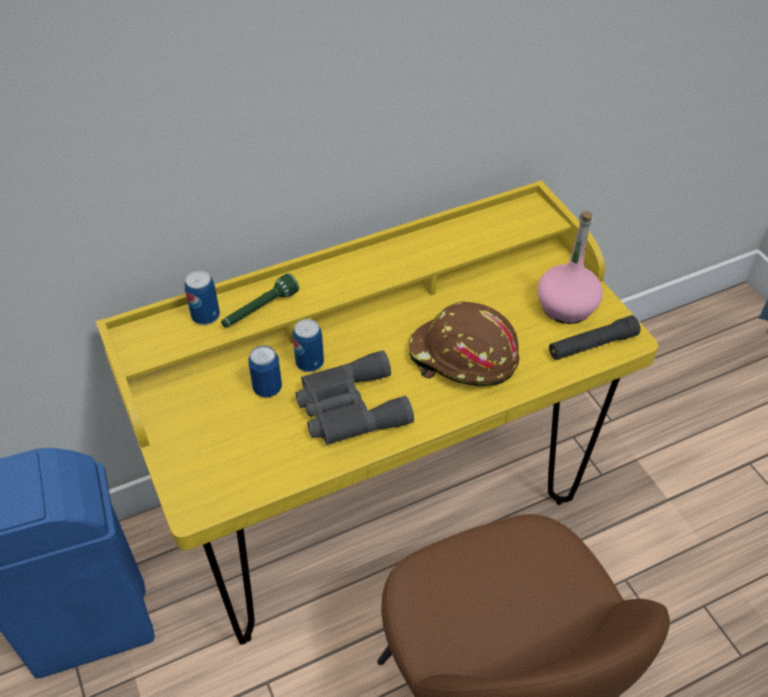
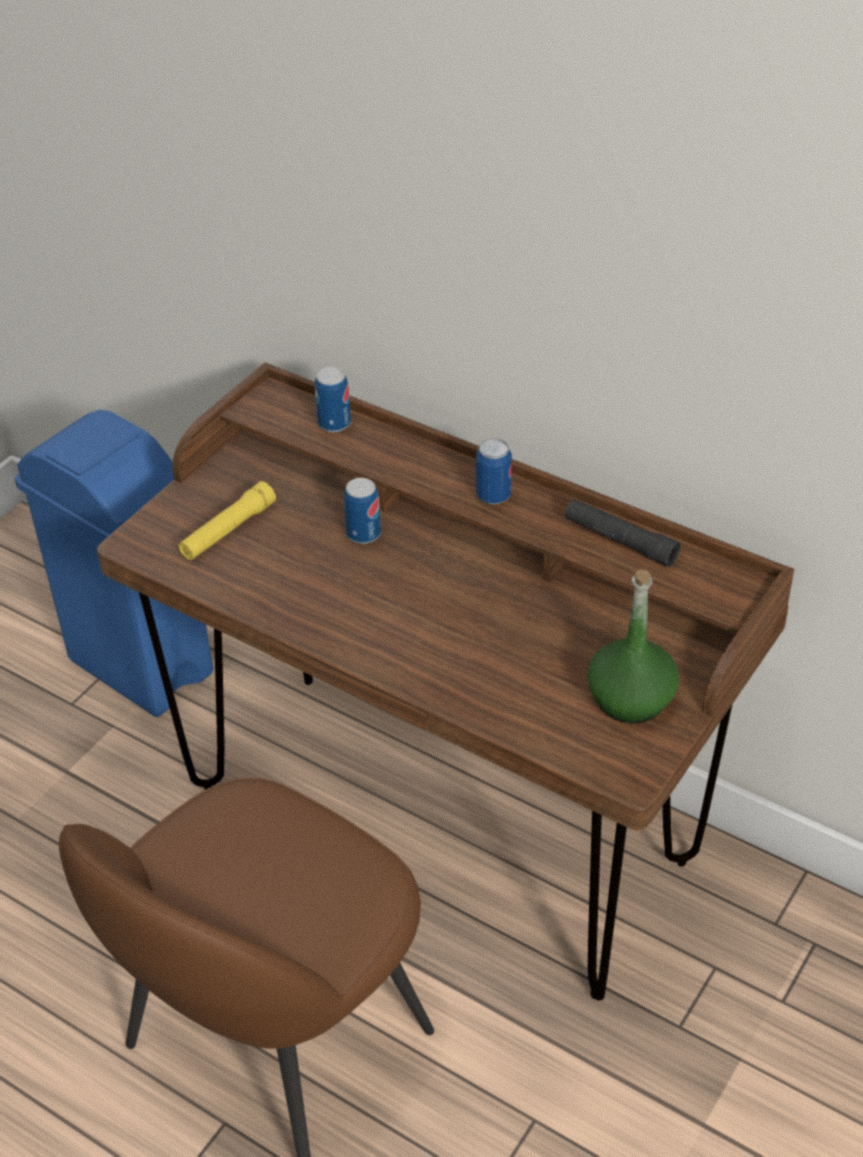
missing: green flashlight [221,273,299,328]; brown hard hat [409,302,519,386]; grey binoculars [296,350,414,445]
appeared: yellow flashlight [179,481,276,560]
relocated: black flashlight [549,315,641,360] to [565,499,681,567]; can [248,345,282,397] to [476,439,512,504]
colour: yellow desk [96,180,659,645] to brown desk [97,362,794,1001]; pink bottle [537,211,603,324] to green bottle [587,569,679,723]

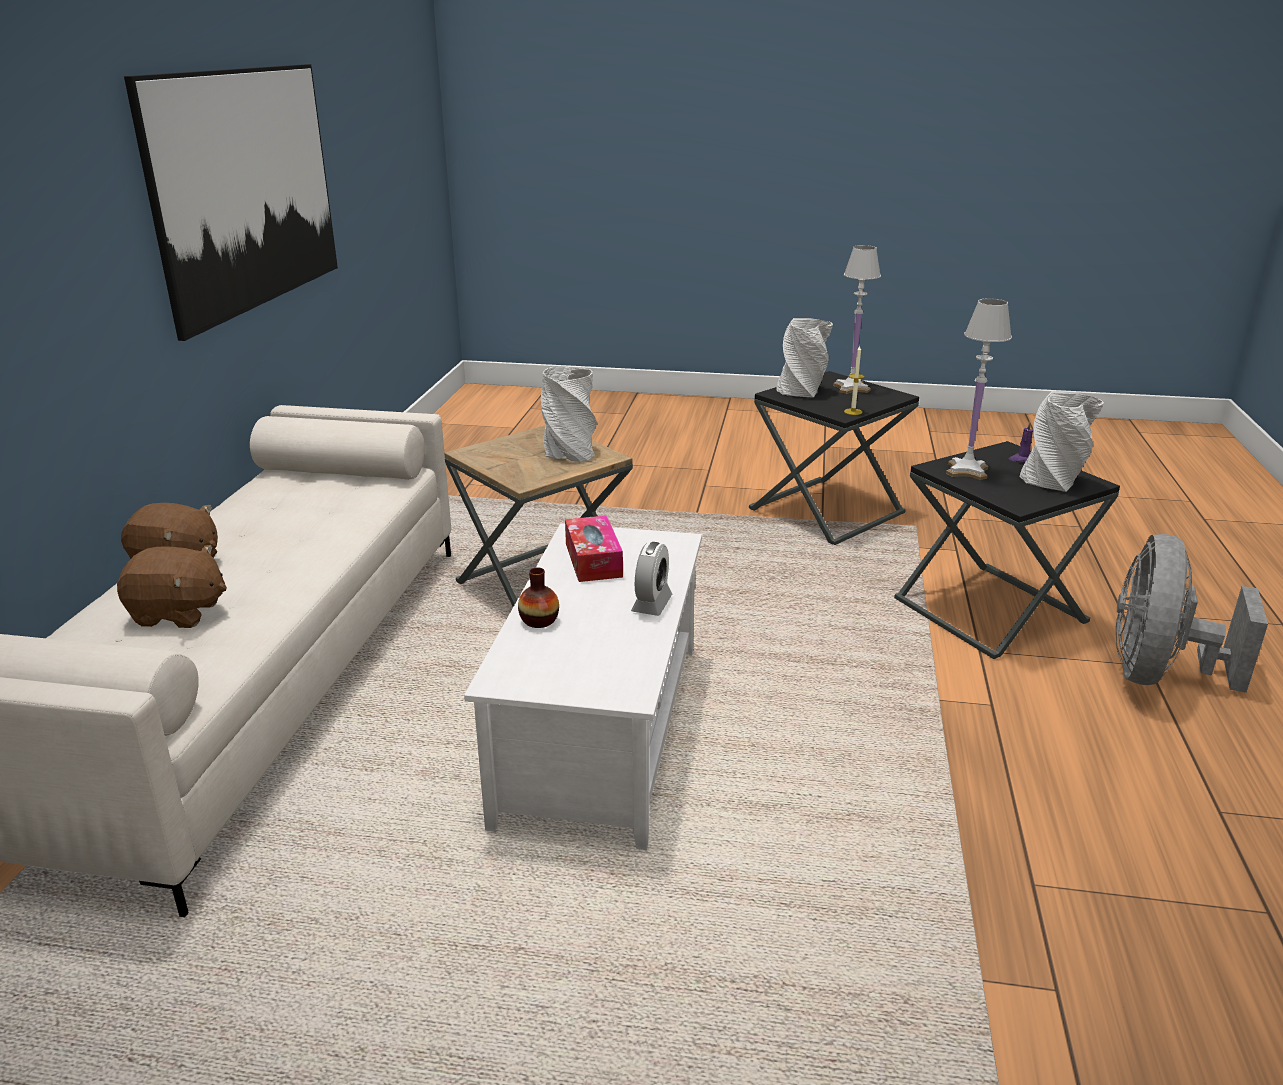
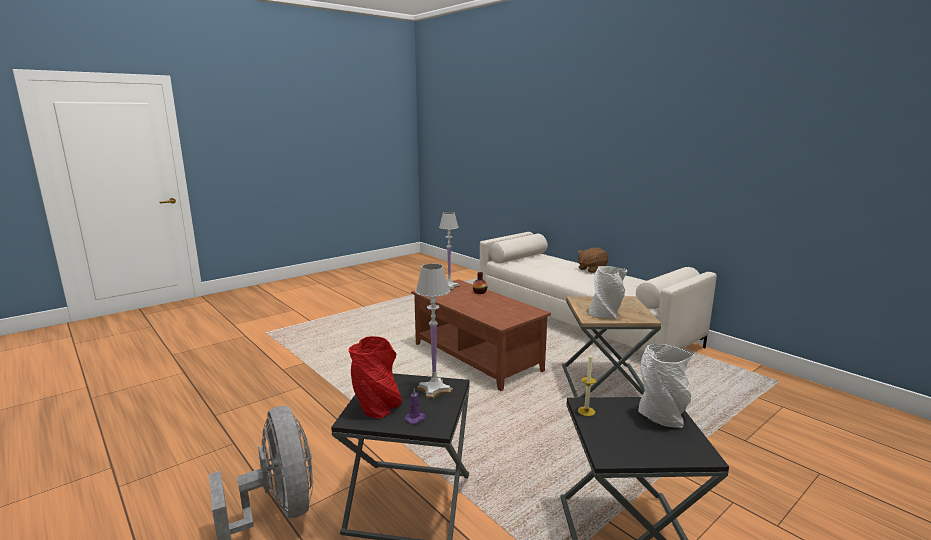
missing: picture [124,64,338,341]; tissue box [565,515,623,582]; alarm clock [631,542,672,616]; brown plush toy [117,545,227,628]
relocated: white table lamp [833,245,881,394] to [439,212,460,290]
colour: grey vase [1020,390,1104,492] to red vase [349,336,402,419]; white coffee table [464,524,702,850] to brown coffee table [411,279,551,391]

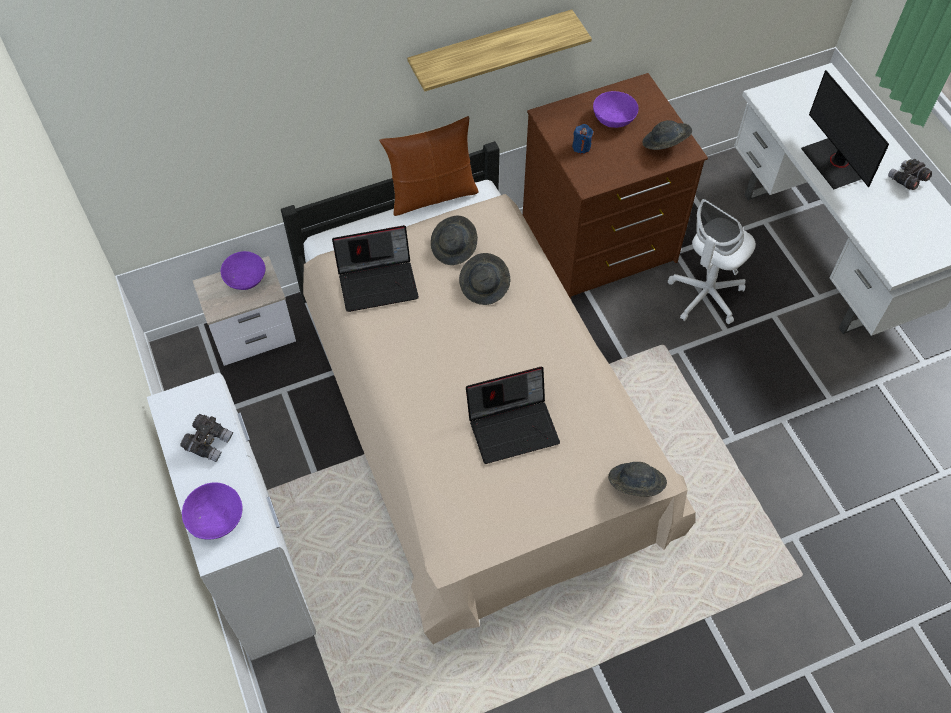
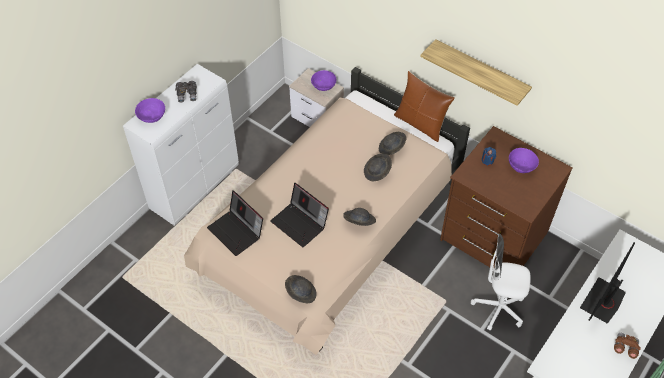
relocated: grey hat [643,120,692,150] to [343,208,376,226]; laptop [332,225,419,312] to [207,190,263,256]
colour: grey binoculars [888,159,932,190] to brown binoculars [614,333,641,359]

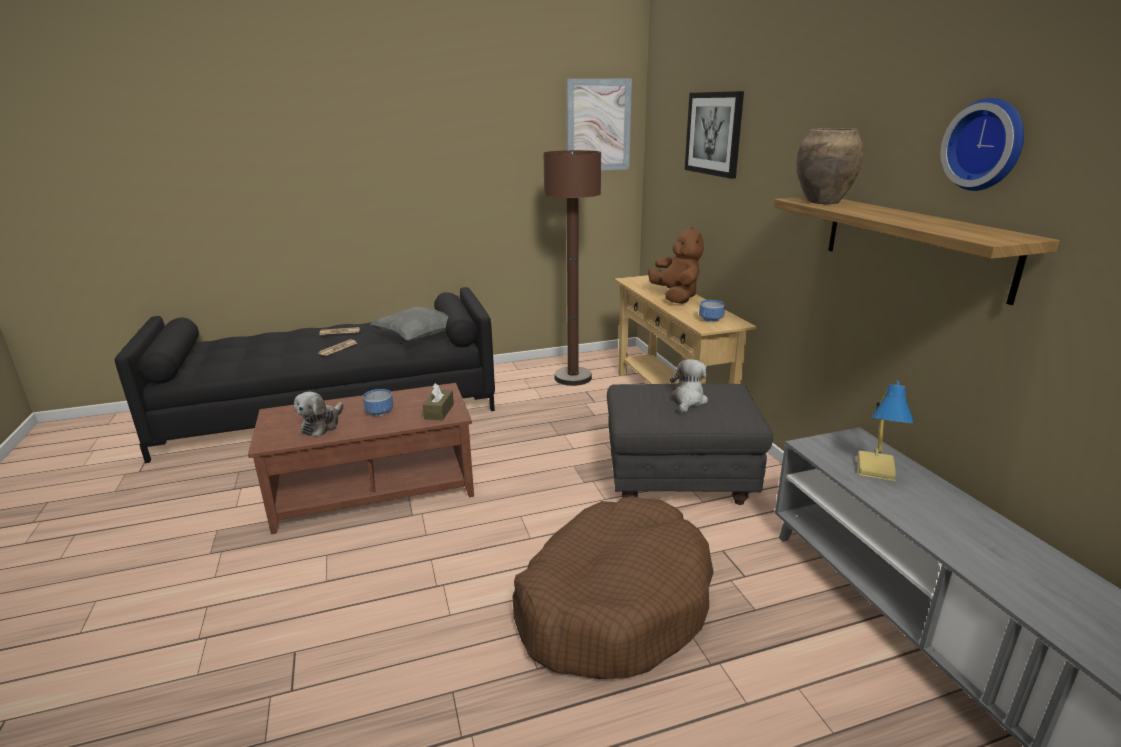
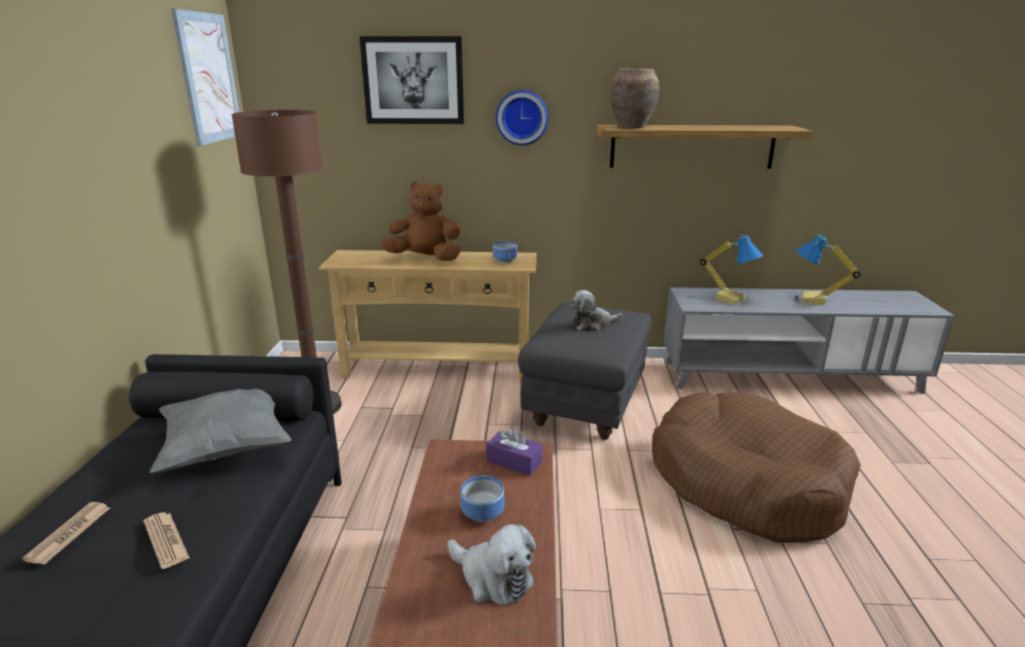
appeared: table lamp [796,234,861,306]
relocated: wall clock [941,98,1024,191] to [496,90,549,145]
colour: brown tissue box [423,383,454,420] to purple tissue box [486,427,542,476]
spun: plush toy [670,359,708,413] = [571,290,623,331] 60 degrees counterclockwise

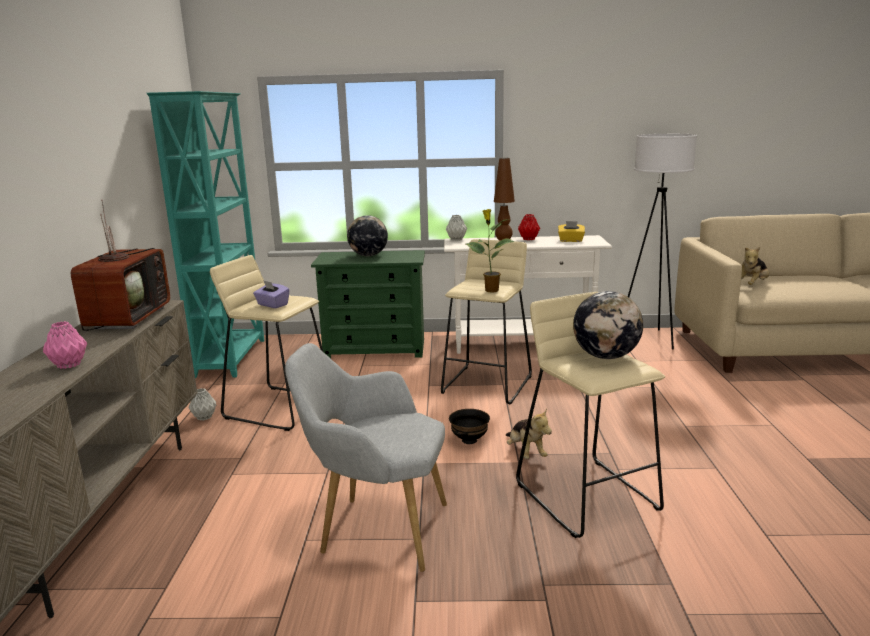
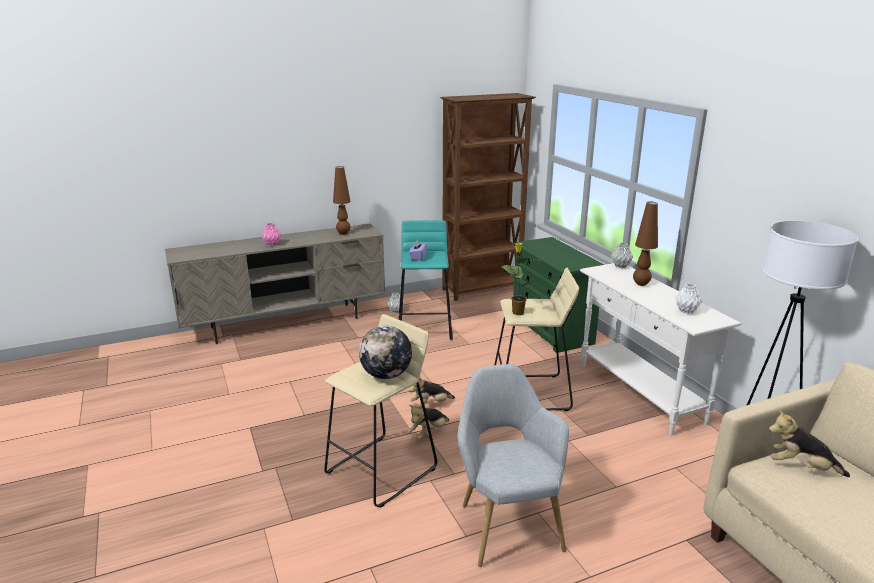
missing: red vase [518,214,540,240]; globe [347,215,388,256]
relocated: grey armchair [285,343,447,572] to [457,364,569,567]
exchanged: television [71,199,170,331] to brown table lamp [333,166,351,235]; yellow tissue box [558,221,585,242] to white vase [675,284,702,314]; black bowl [449,409,490,444] to plush toy [409,377,455,406]
colour: turquoise bookcase [147,91,265,378] to brown bookcase [440,93,536,301]; beige stool [210,255,323,431] to turquoise stool [398,220,453,340]

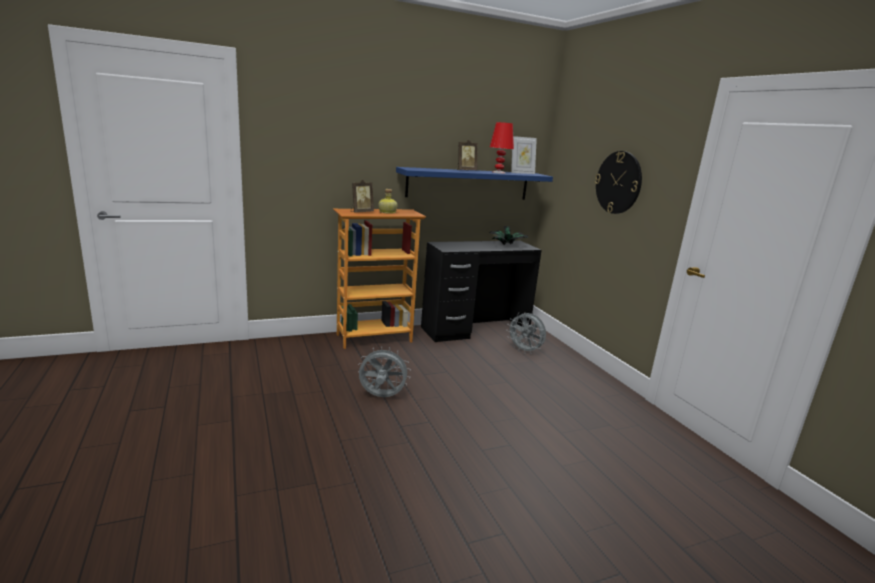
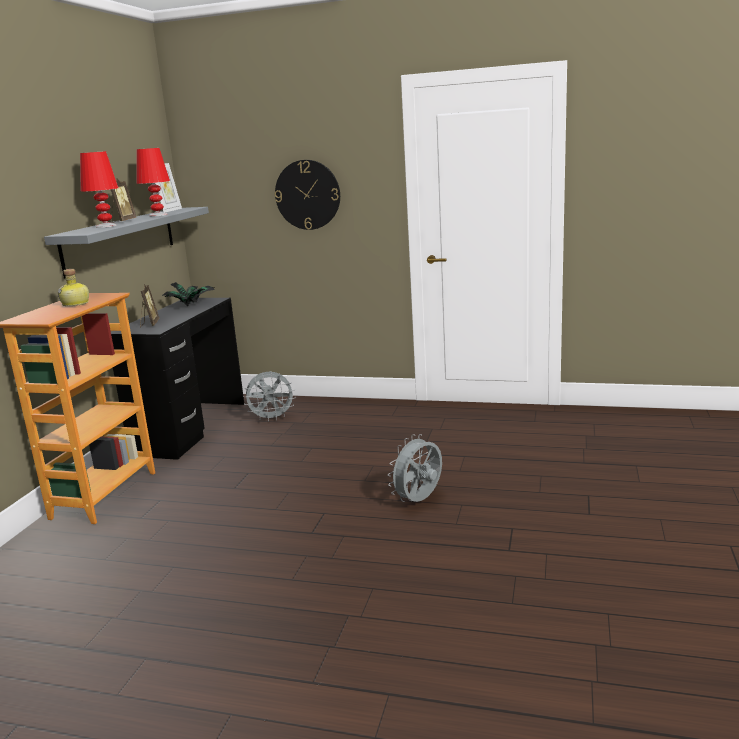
appeared: red table lamp [80,151,119,228]
relocated: picture frame [351,179,374,213] to [140,284,159,327]; grey fan [358,346,411,397] to [388,434,442,502]
colour: blue shelf [396,167,553,200] to grey shelf [44,207,209,279]

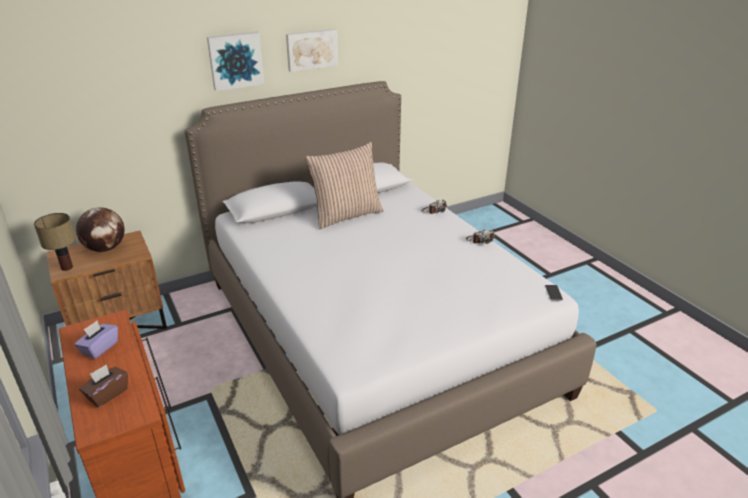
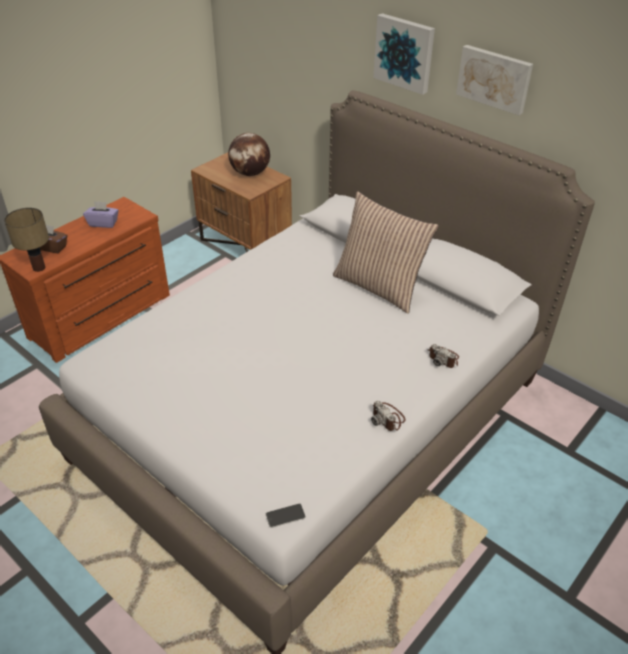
relocated: table lamp [34,213,76,271] to [4,208,49,272]

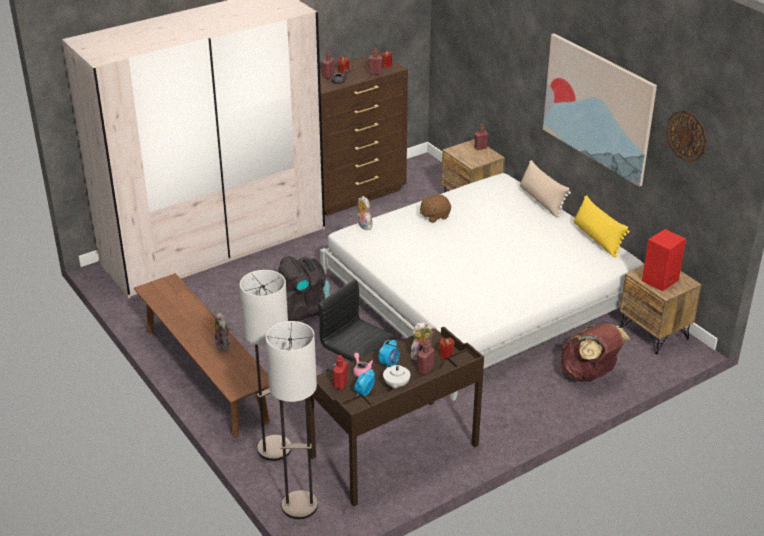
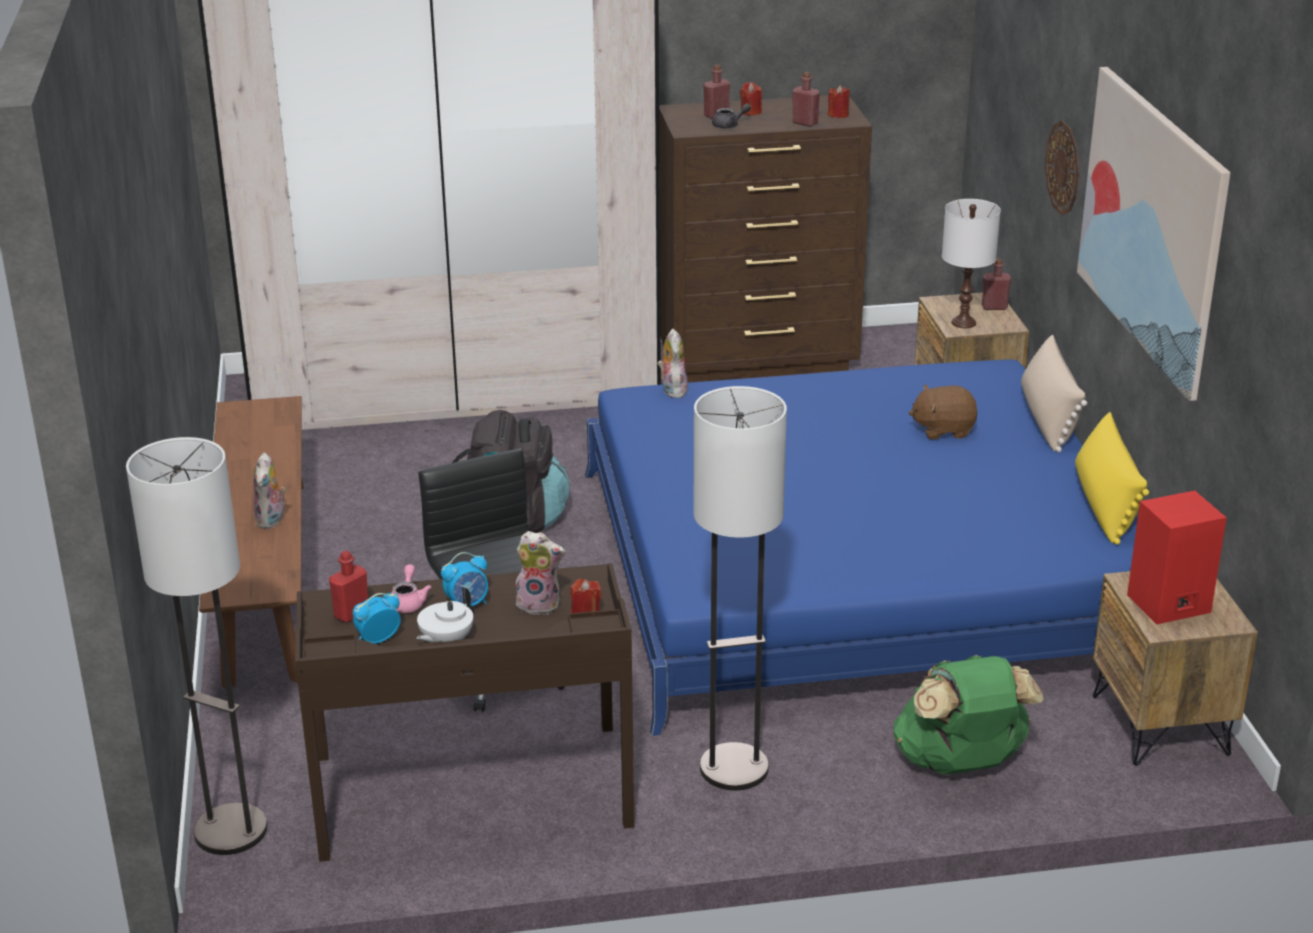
missing: red bottle [417,341,434,375]
appeared: white table lamp [942,199,1001,328]
relocated: wall clock [666,110,707,162] to [1045,121,1079,215]; brown plush toy [420,194,451,223] to [909,385,977,439]; floor lamp [240,270,292,461] to [694,386,787,790]
colour: white bed [320,173,644,401] to blue bed [585,360,1138,736]; brown backpack [561,323,630,382] to green backpack [893,655,1044,774]

